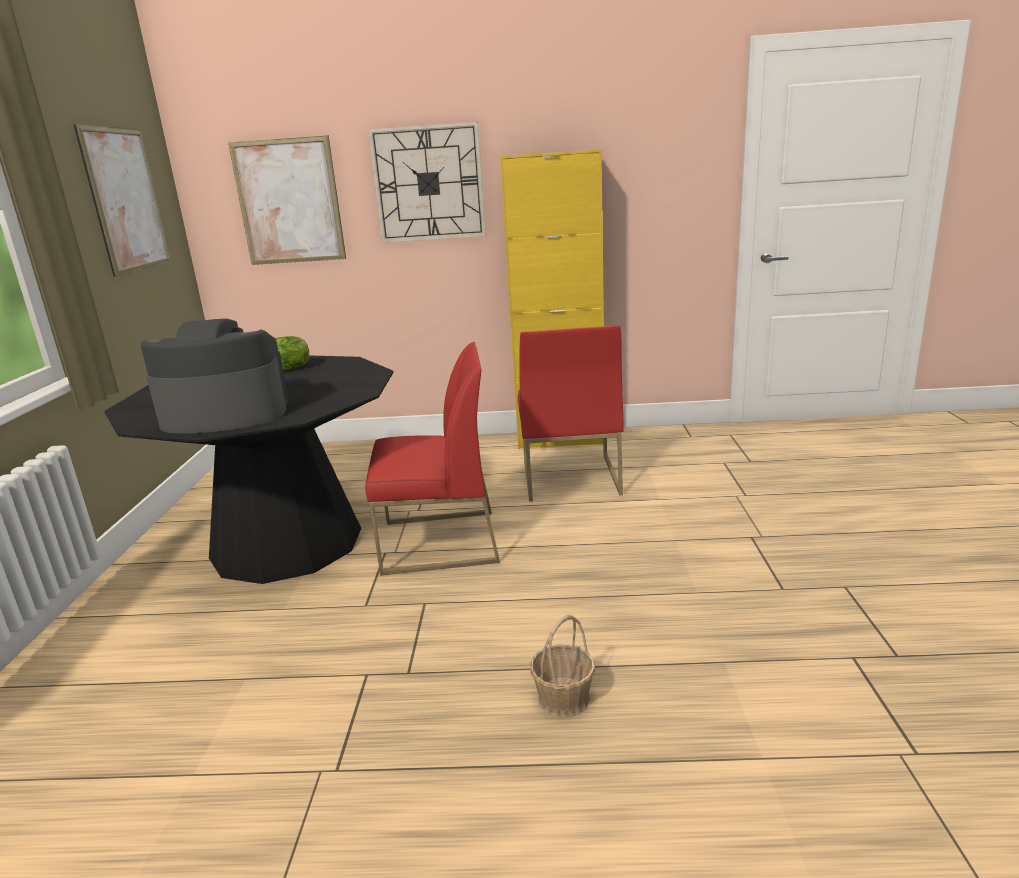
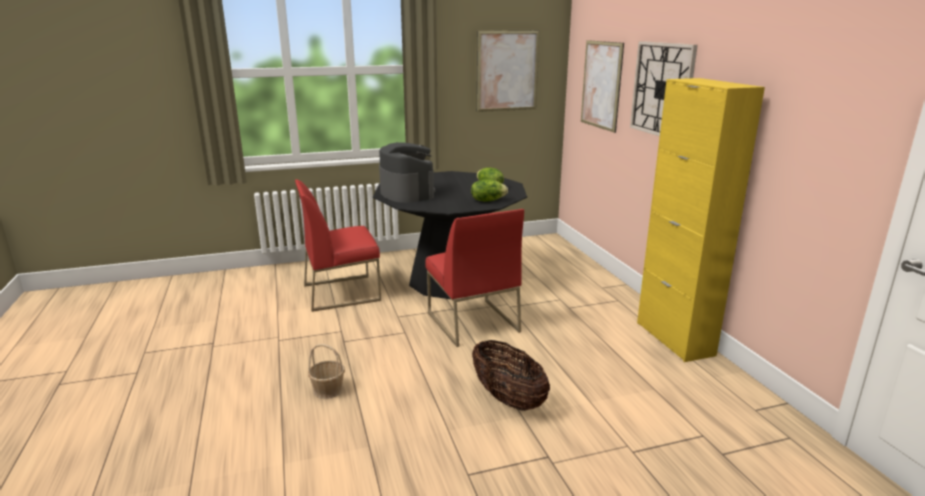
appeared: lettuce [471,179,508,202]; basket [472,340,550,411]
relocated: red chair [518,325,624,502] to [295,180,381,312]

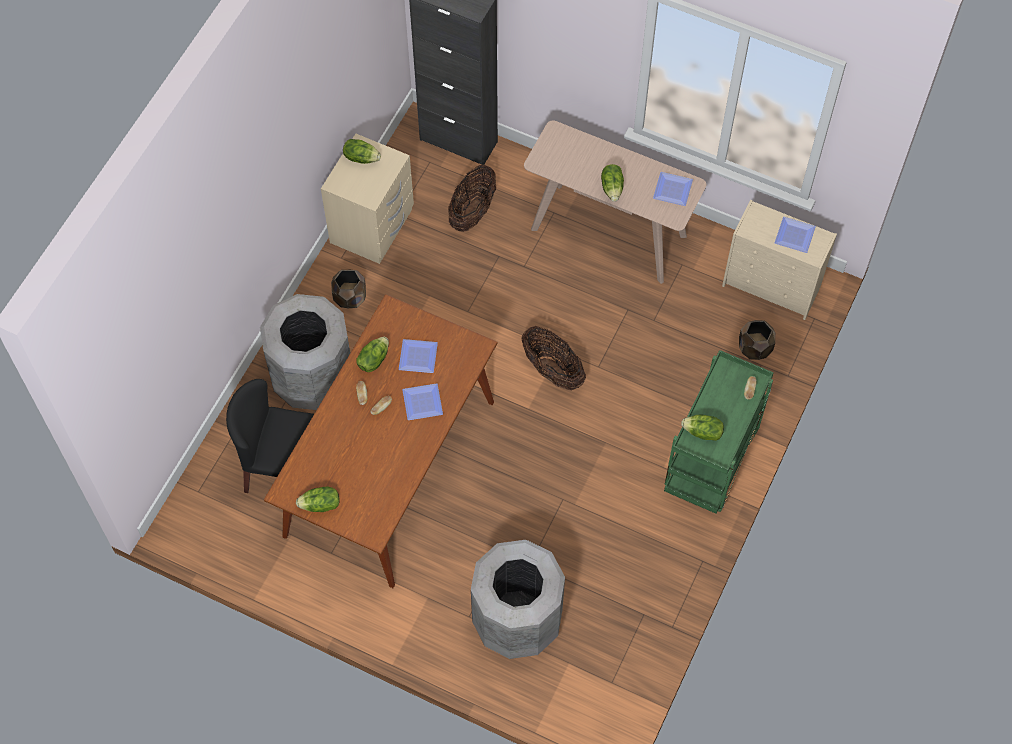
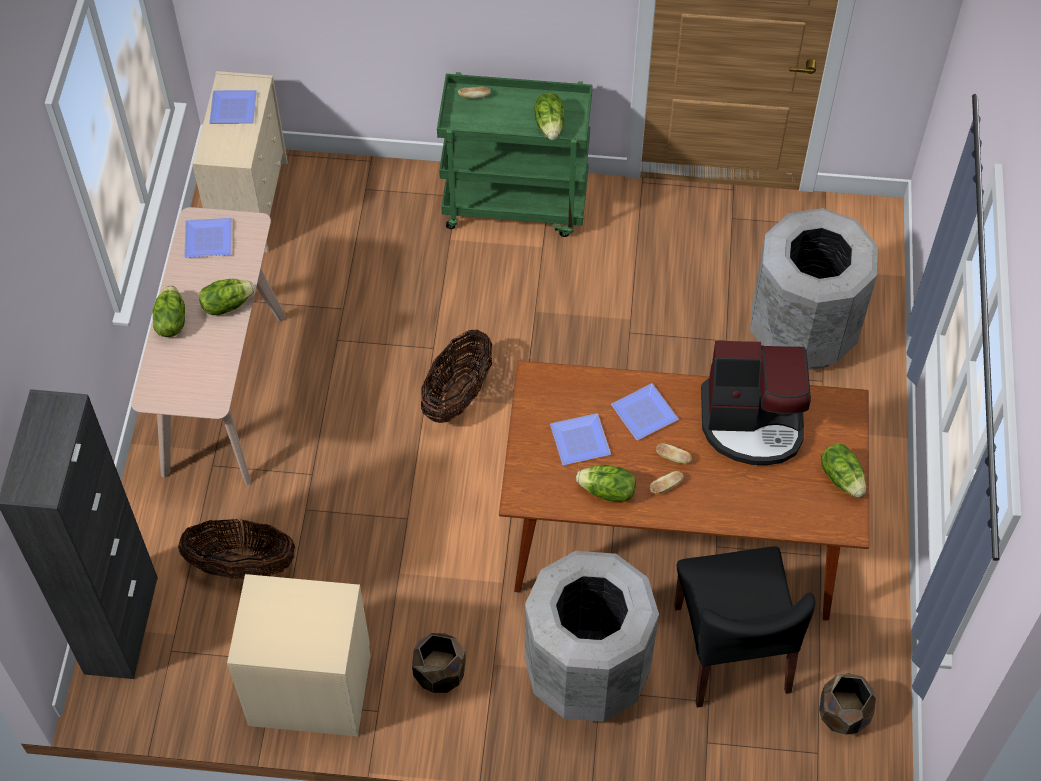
appeared: coffee machine [701,341,811,465]
relocated: lettuce [343,139,381,164] to [153,285,185,337]; brown planter [739,320,775,360] to [819,674,876,735]

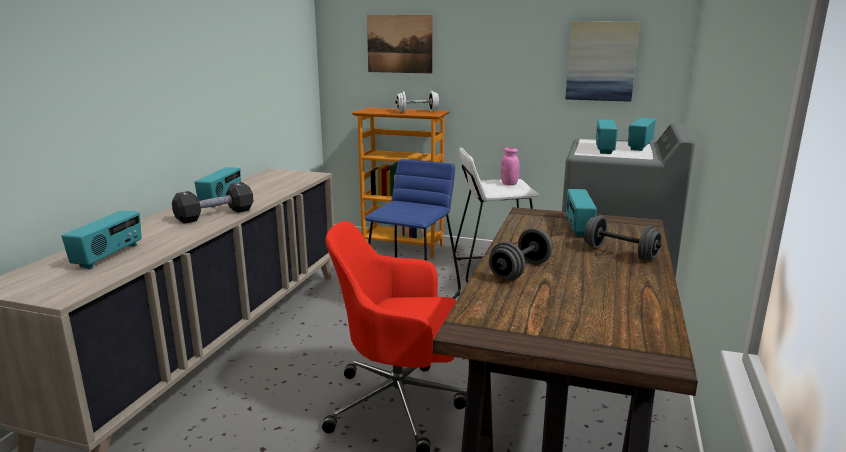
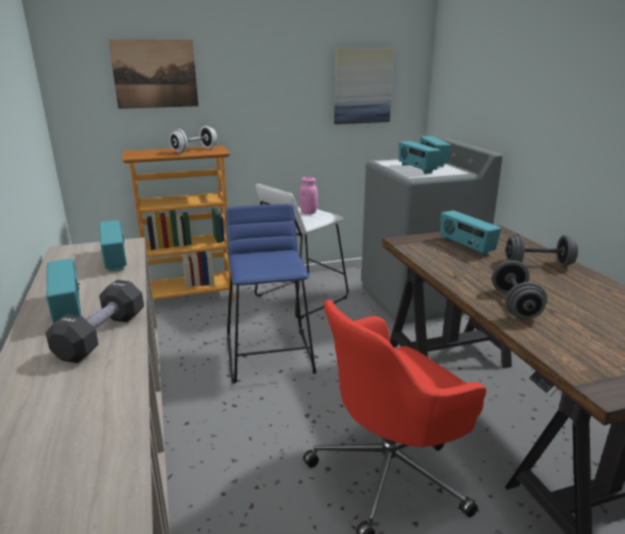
relocated: radio [62,210,142,269] to [99,220,127,271]

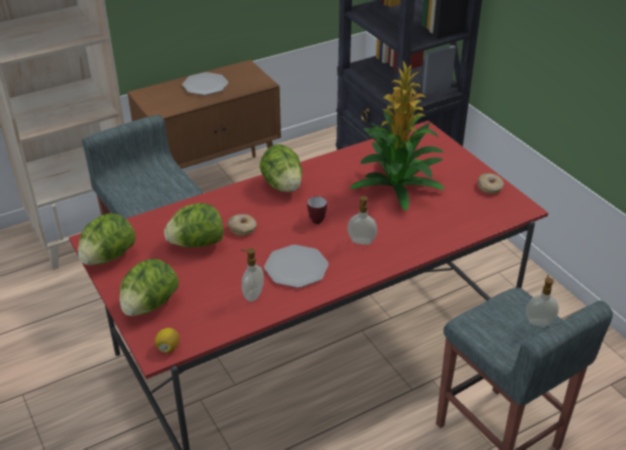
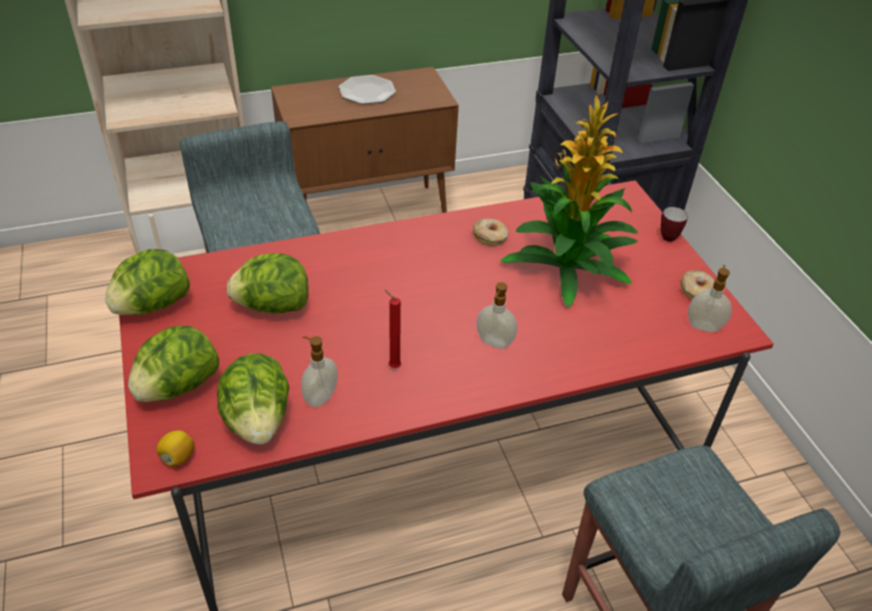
relocated: lettuce [260,144,302,192] to [217,353,290,444]; mug [307,196,327,224] to [661,207,688,242]; donut [227,214,257,236] to [473,218,509,246]; soap dispenser [526,275,559,326] to [688,265,732,332]
exchanged: plate [264,245,329,288] to red candle [385,290,401,368]

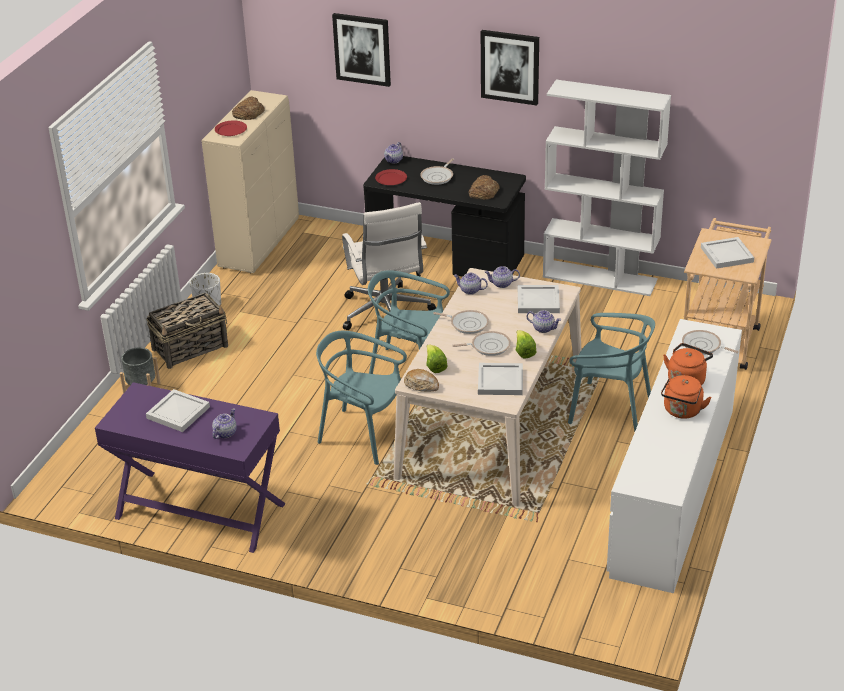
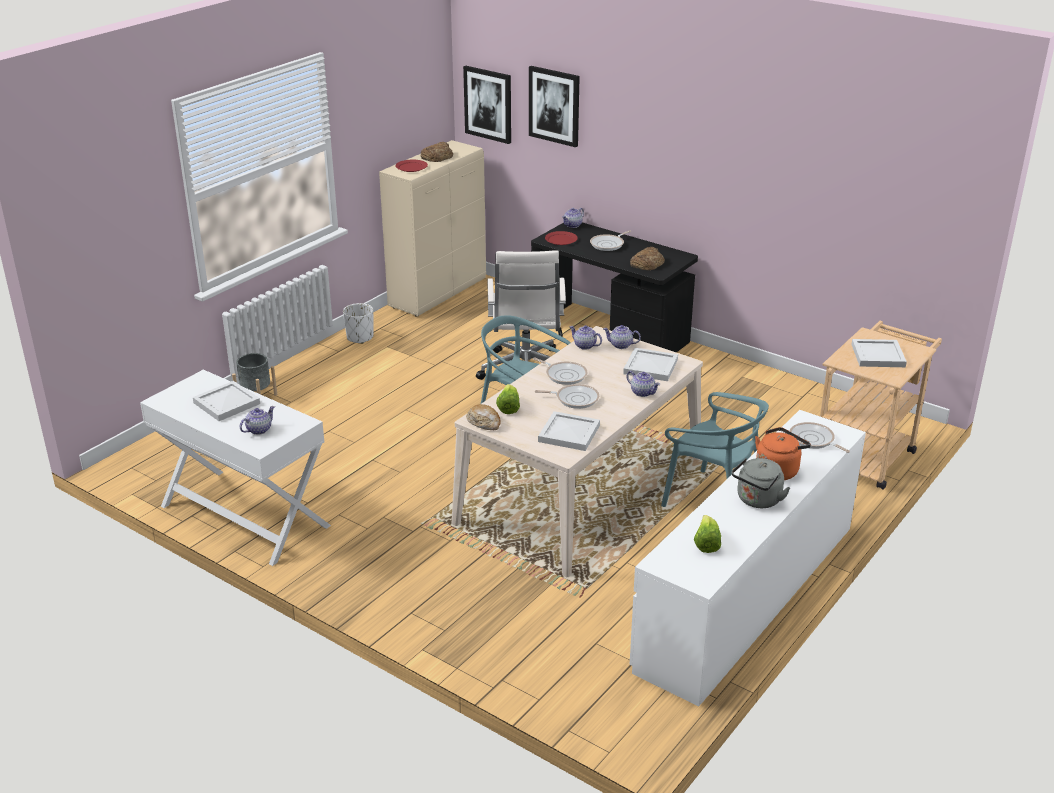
missing: white bookcase [543,80,671,296]; basket [146,293,228,369]; turquoise chair [316,331,409,465]
relocated: picture [481,30,539,105] to [463,66,511,144]; lettuce [516,330,537,358] to [694,515,721,553]
colour: orange kettle [661,375,712,419] to grey kettle [732,458,790,508]; purple console table [95,382,286,553] to white console table [140,370,331,566]

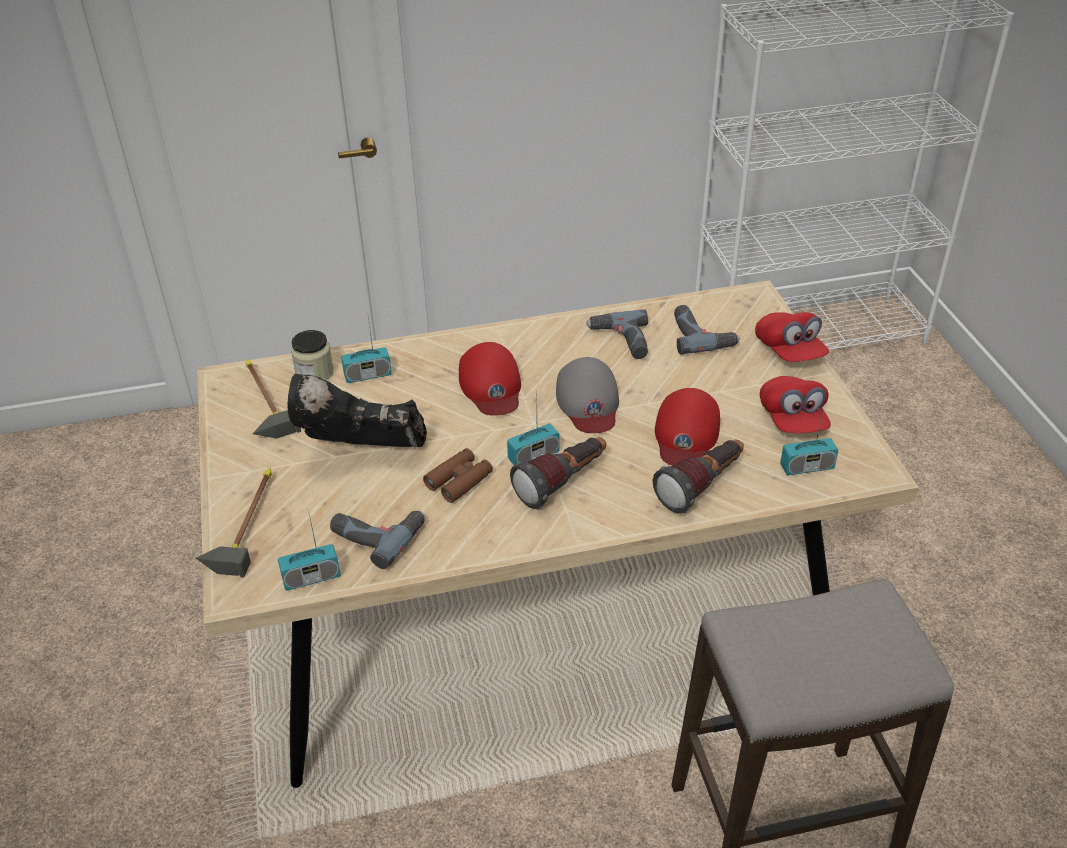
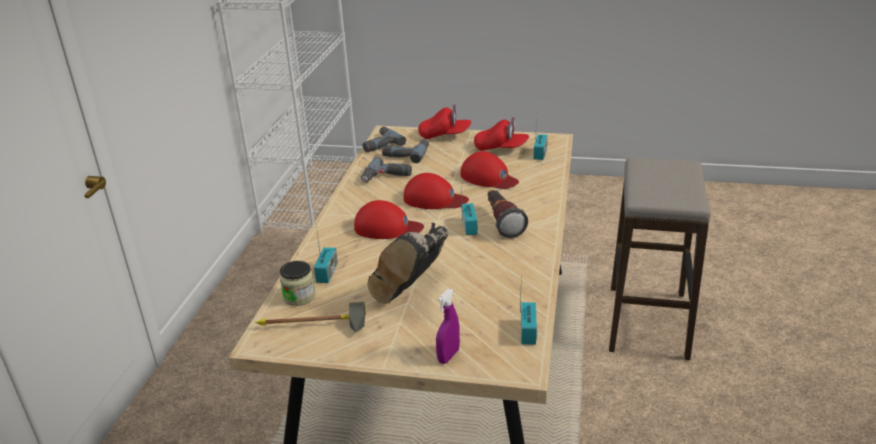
missing: flashlight [653,439,744,514]; brown binoculars [423,448,493,503]
relocated: power drill [330,511,425,569] to [363,127,406,152]
exchanged: hammer [196,467,272,578] to purple spray bottle [436,289,460,364]
colour: grey cap [556,357,619,433] to red cap [403,173,469,209]

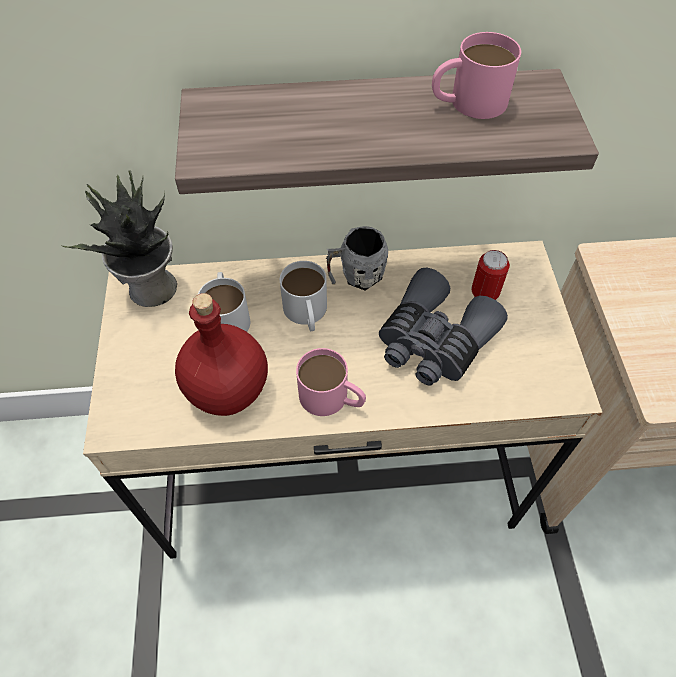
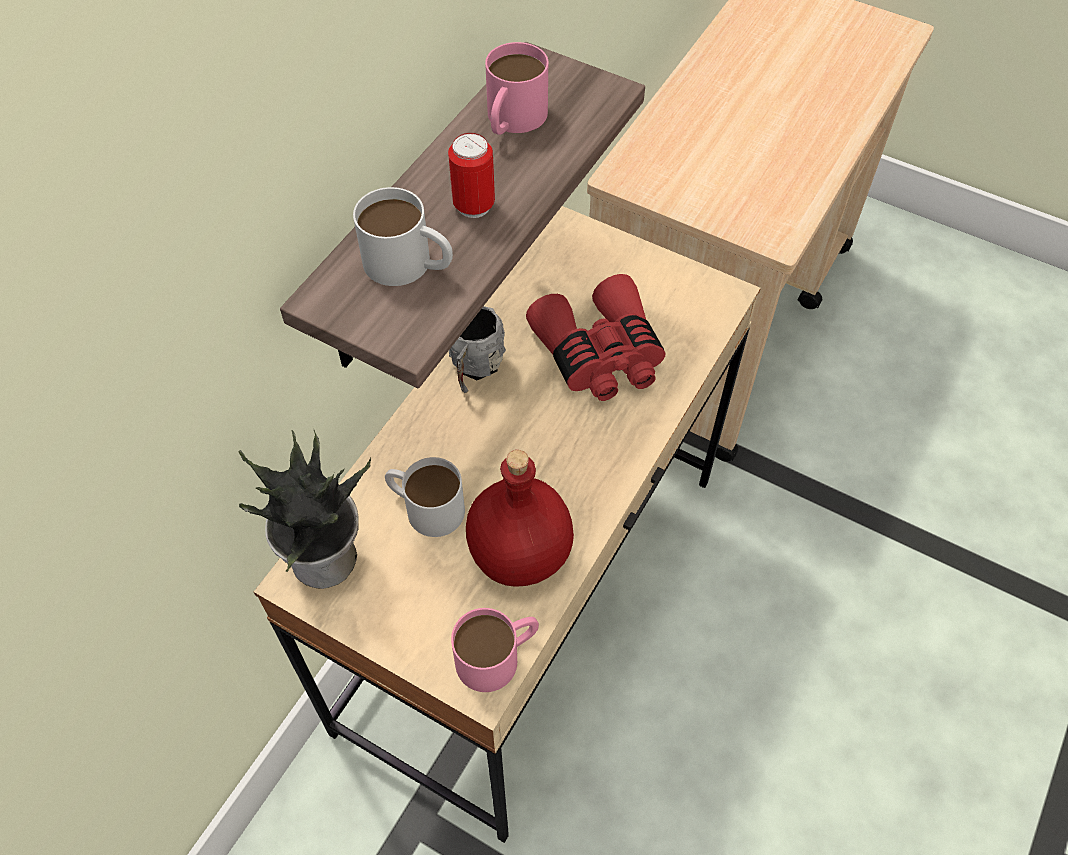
relocated: can [471,250,510,300] to [448,133,495,218]; white mug [280,261,327,331] to [353,187,453,286]; pink mug [296,348,366,416] to [451,608,539,692]
colour: grey binoculars [379,268,508,386] to red binoculars [526,274,665,401]

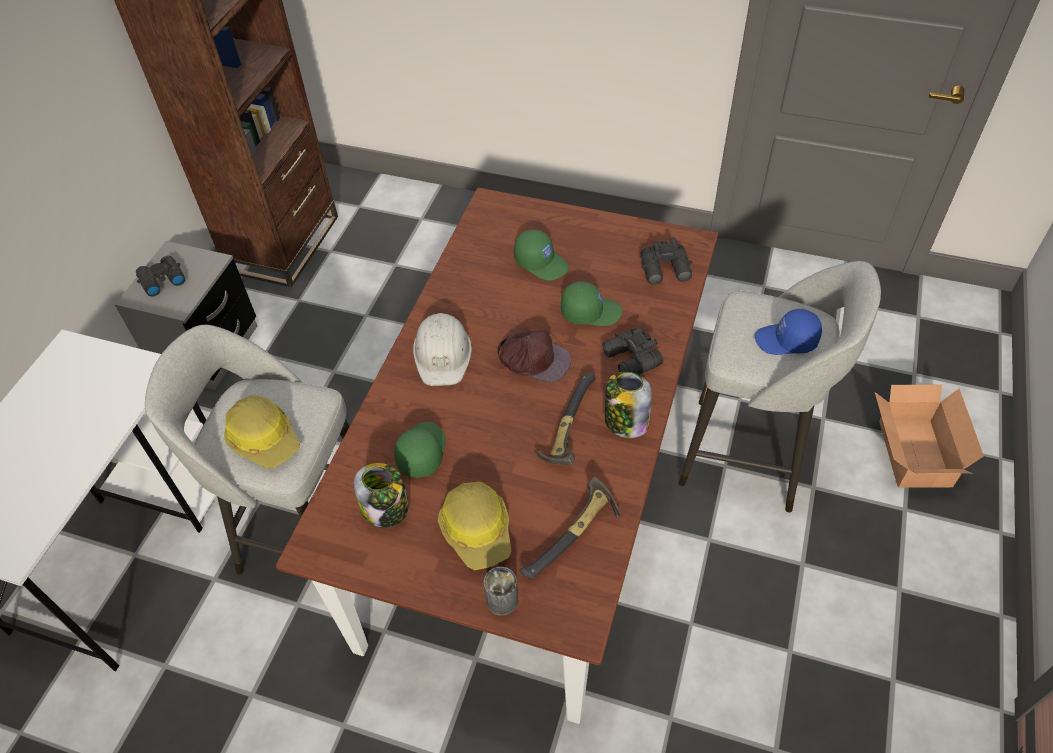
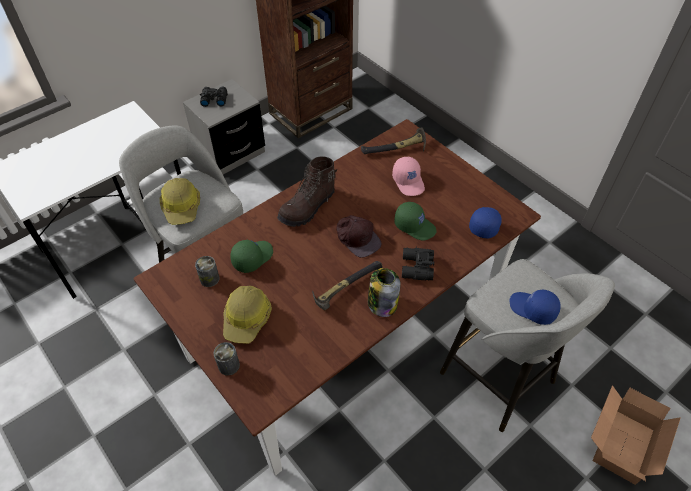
relocated: hammer [520,476,620,580] to [361,127,426,154]
exchanged: black binoculars [641,237,692,285] to blue cap [469,207,502,239]; white hard hat [413,313,472,386] to brown boot [277,156,337,227]; jar [354,463,409,527] to can [195,256,219,287]
colour: green cap [514,229,569,281] to pink cap [392,157,425,196]

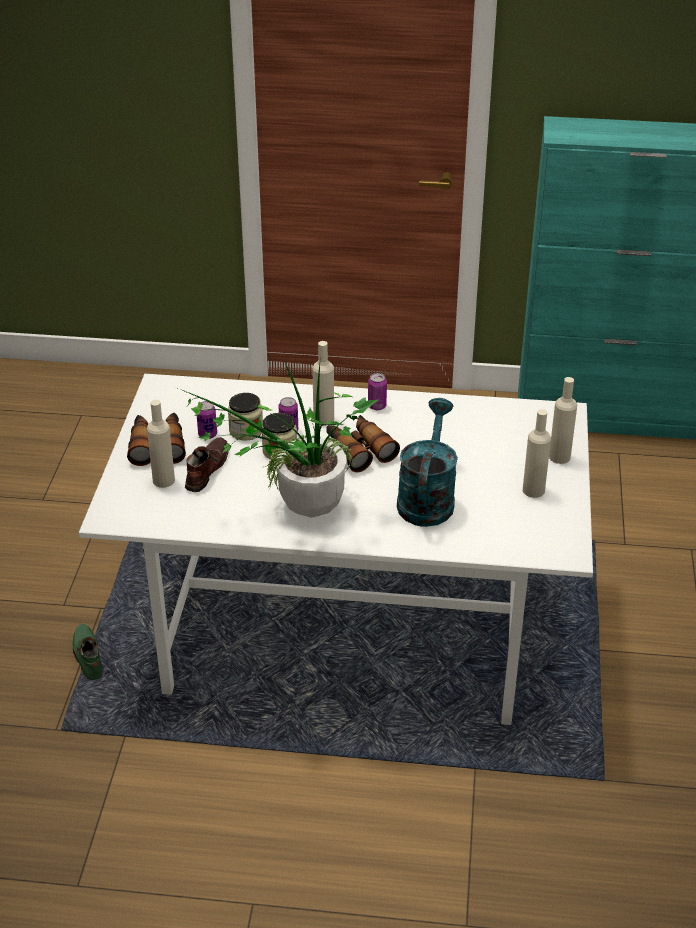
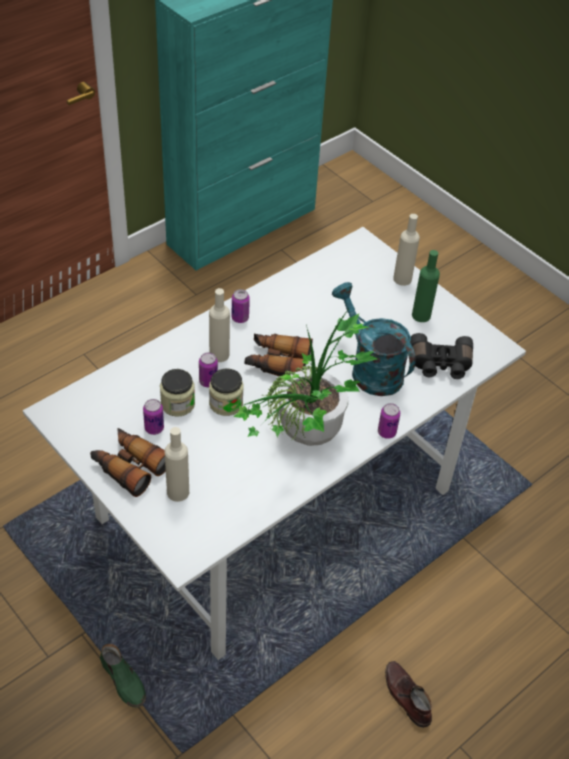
appeared: black binoculars [411,333,473,379]; can [378,403,400,439]
relocated: brown shoe [185,437,228,492] to [385,661,432,728]
colour: beige bottle [523,409,551,498] to green bottle [412,250,440,322]
spun: green shoe [72,624,102,680] = [100,644,146,707] 150 degrees counterclockwise

